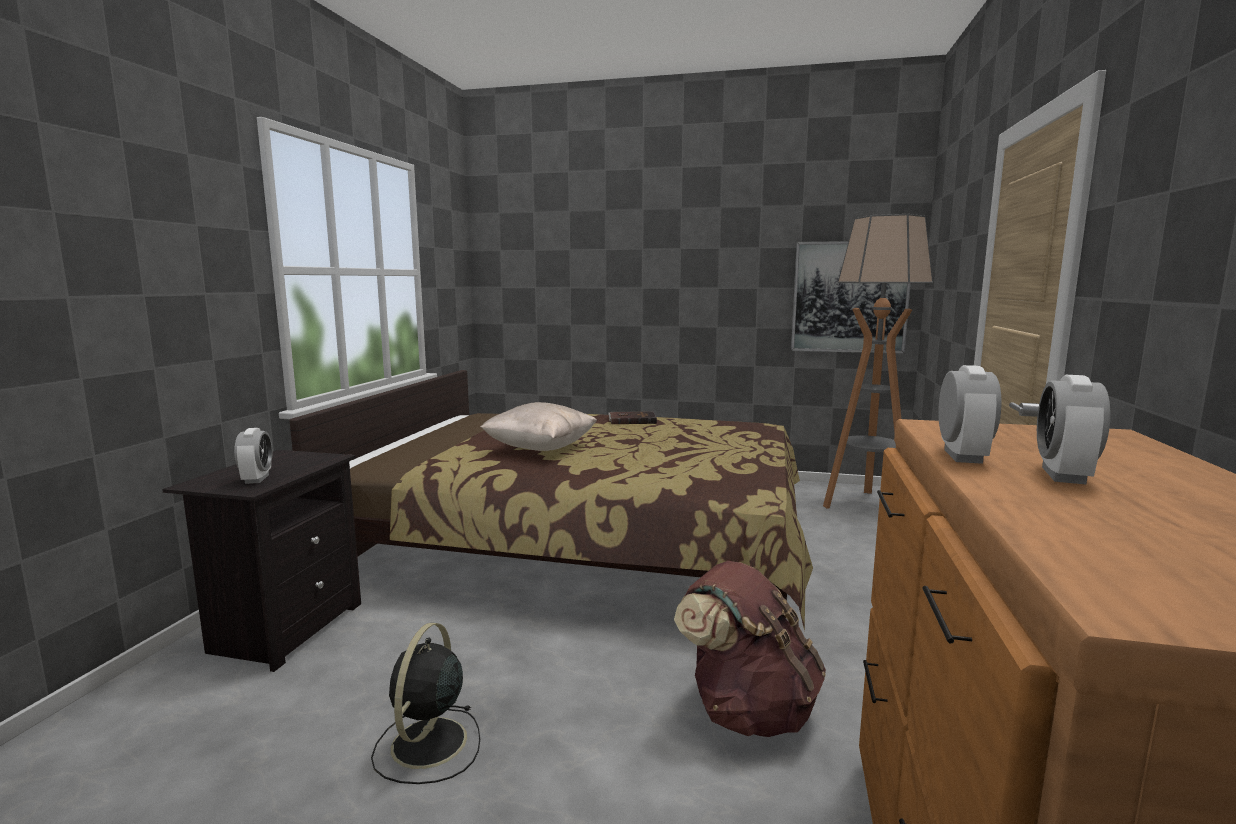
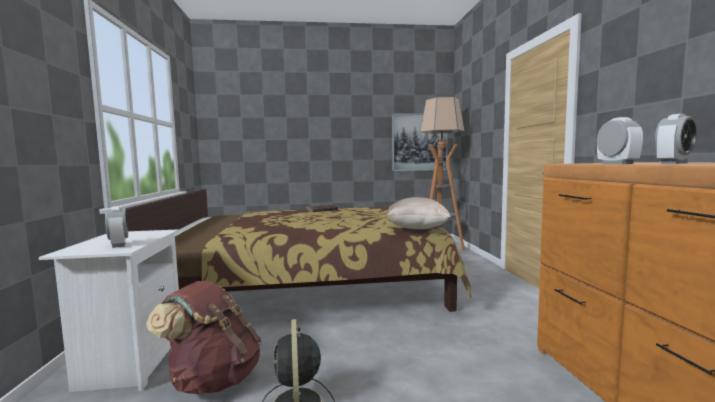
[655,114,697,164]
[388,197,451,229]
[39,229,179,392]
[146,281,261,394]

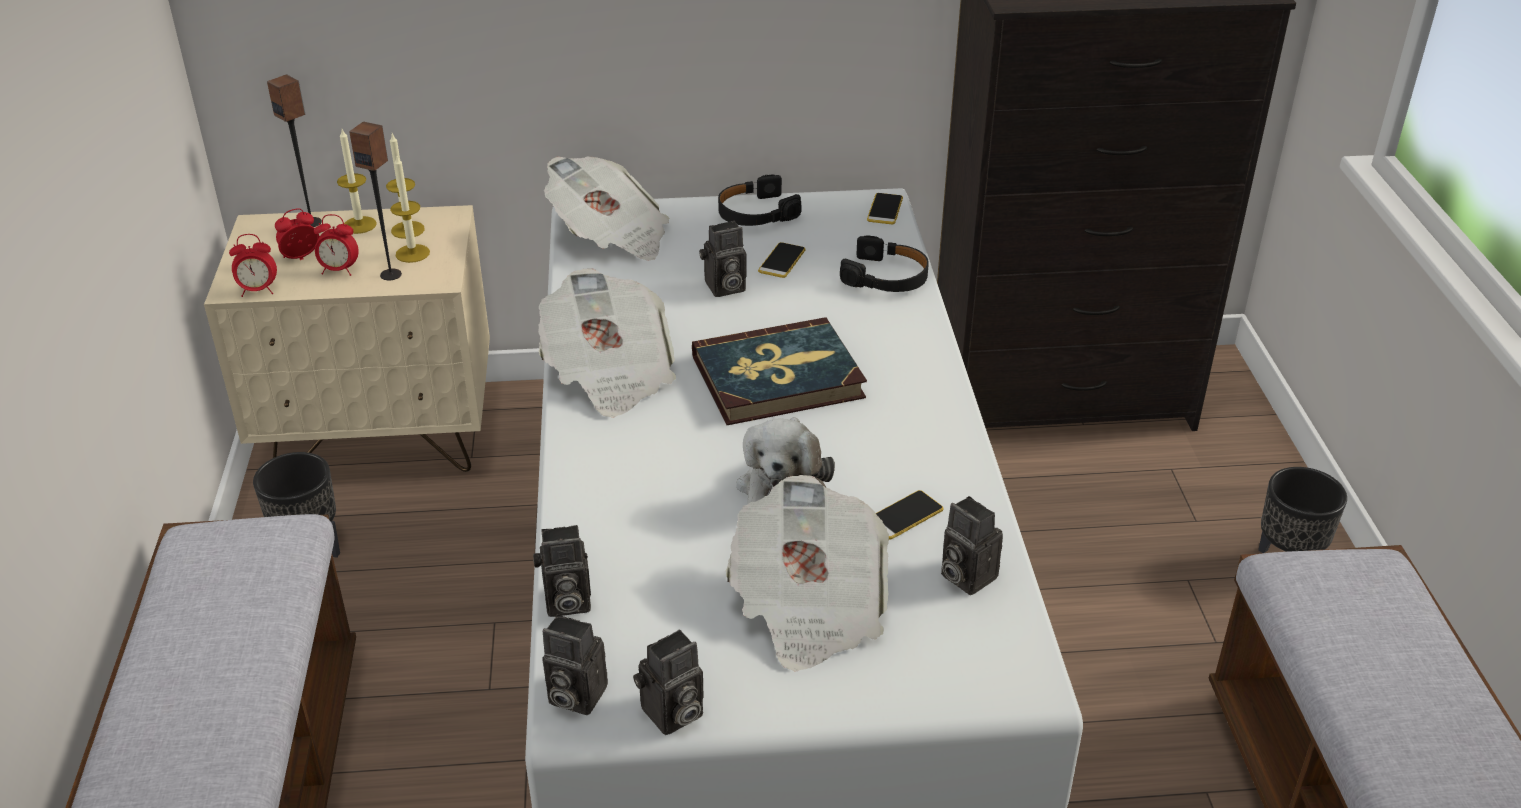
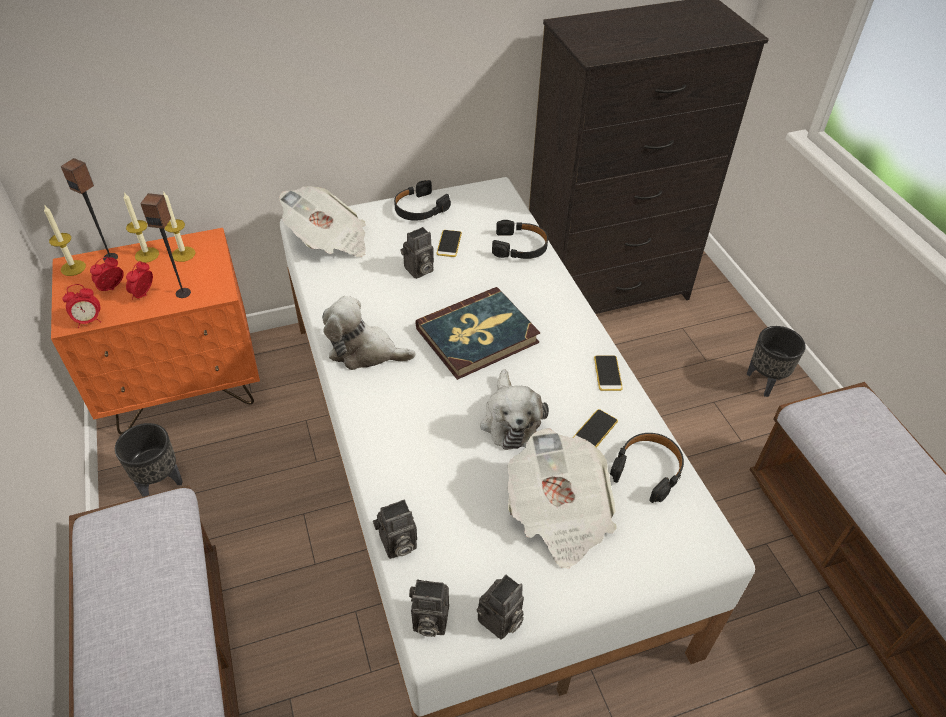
[44,206,86,276]
[594,355,623,391]
[51,228,260,435]
[126,261,153,300]
[322,296,416,370]
[610,433,684,503]

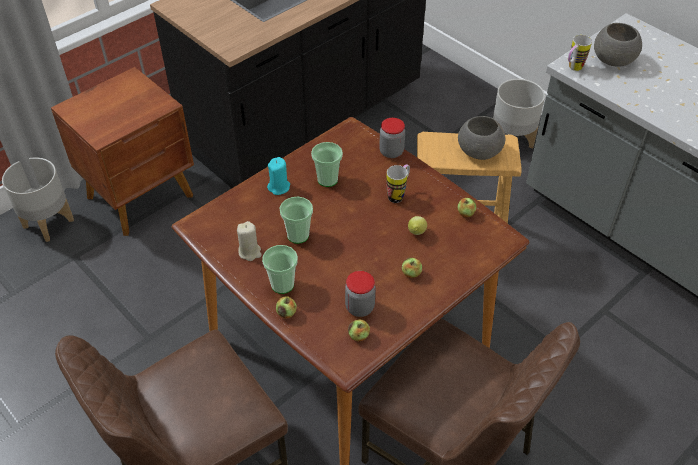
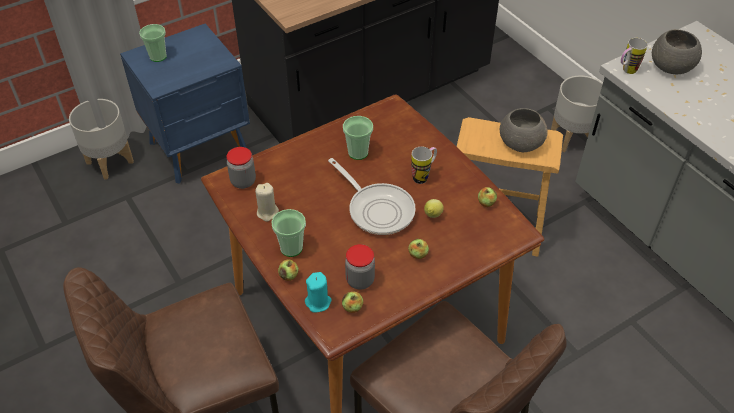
[120,23,250,184]
[227,147,256,189]
[305,272,332,312]
[139,24,167,62]
[328,158,416,235]

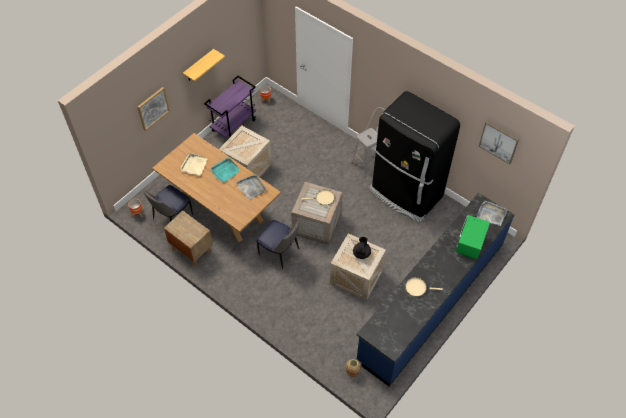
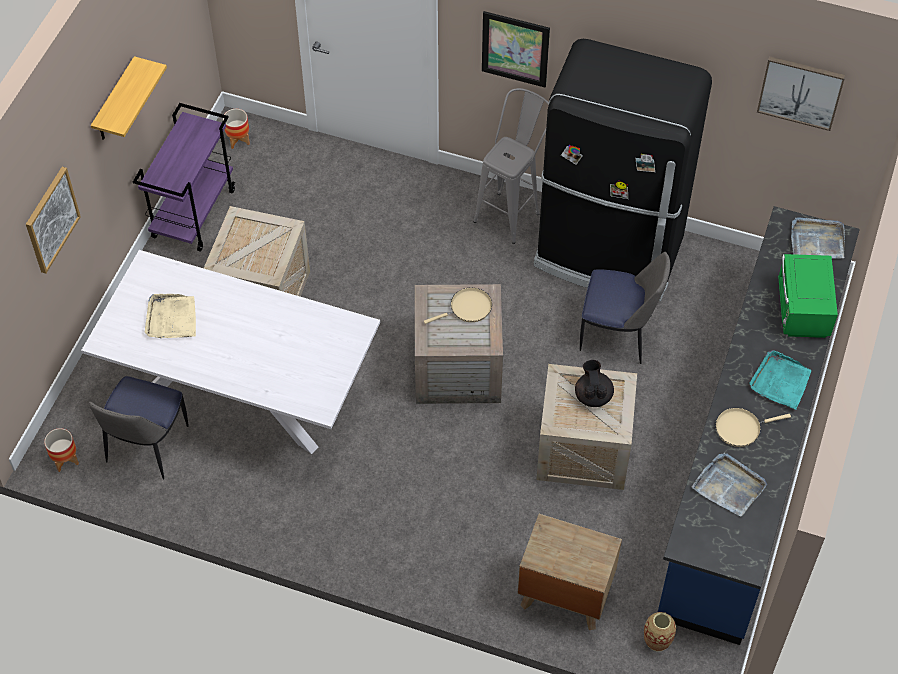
[81,250,380,454]
[749,350,811,410]
[692,453,767,517]
[517,514,622,630]
[580,252,670,364]
[482,11,550,87]

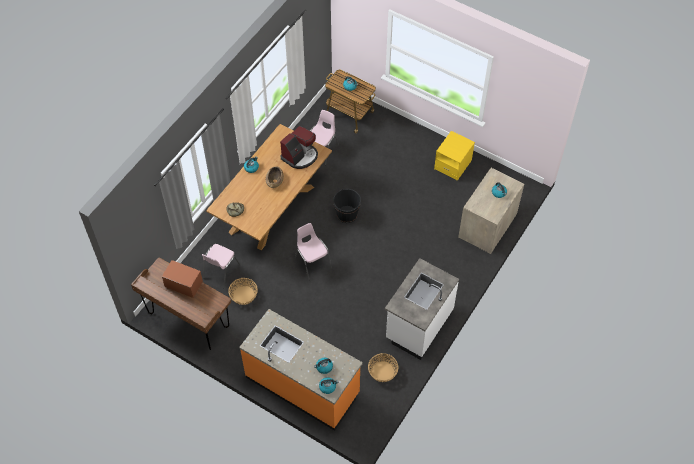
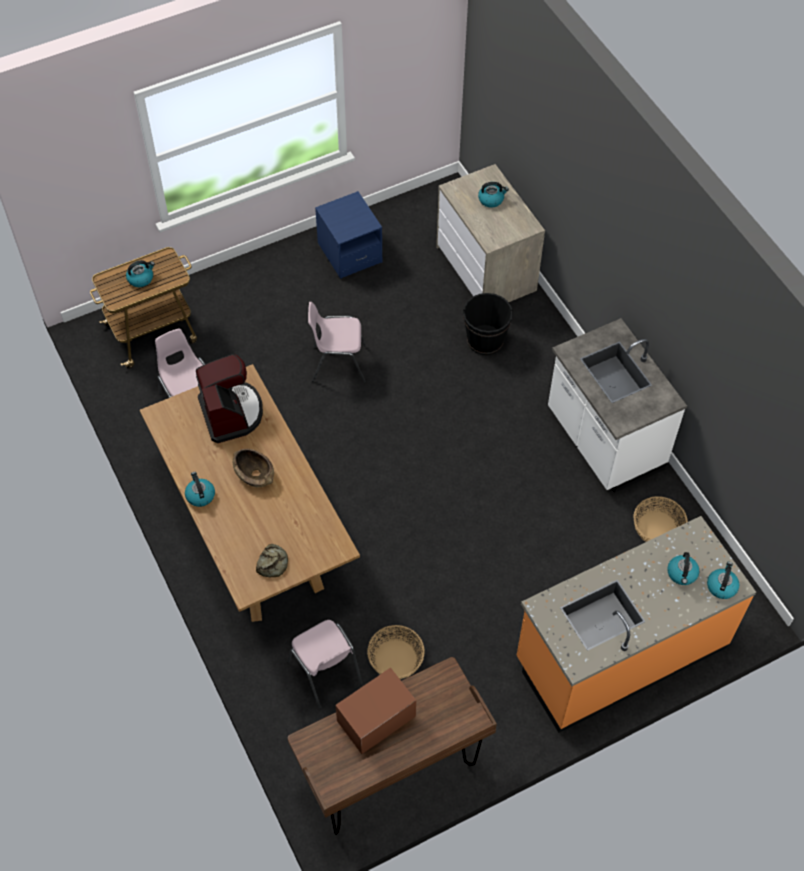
[315,191,382,279]
[463,293,513,355]
[308,302,366,383]

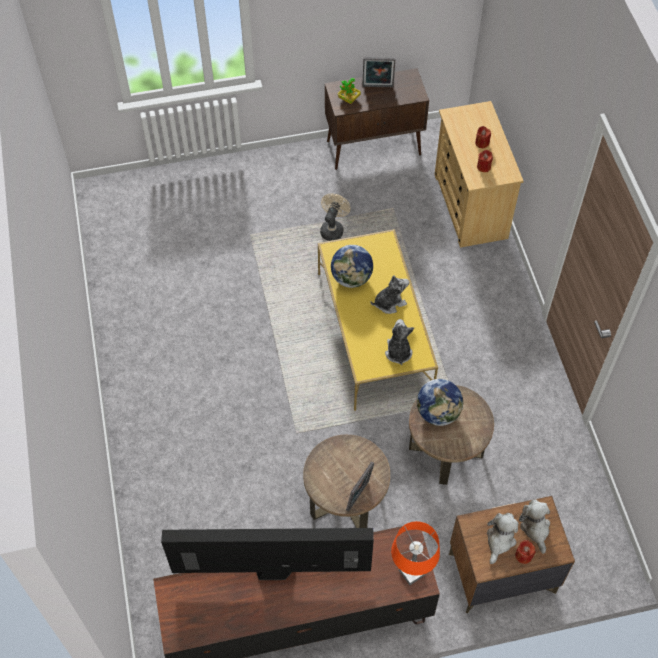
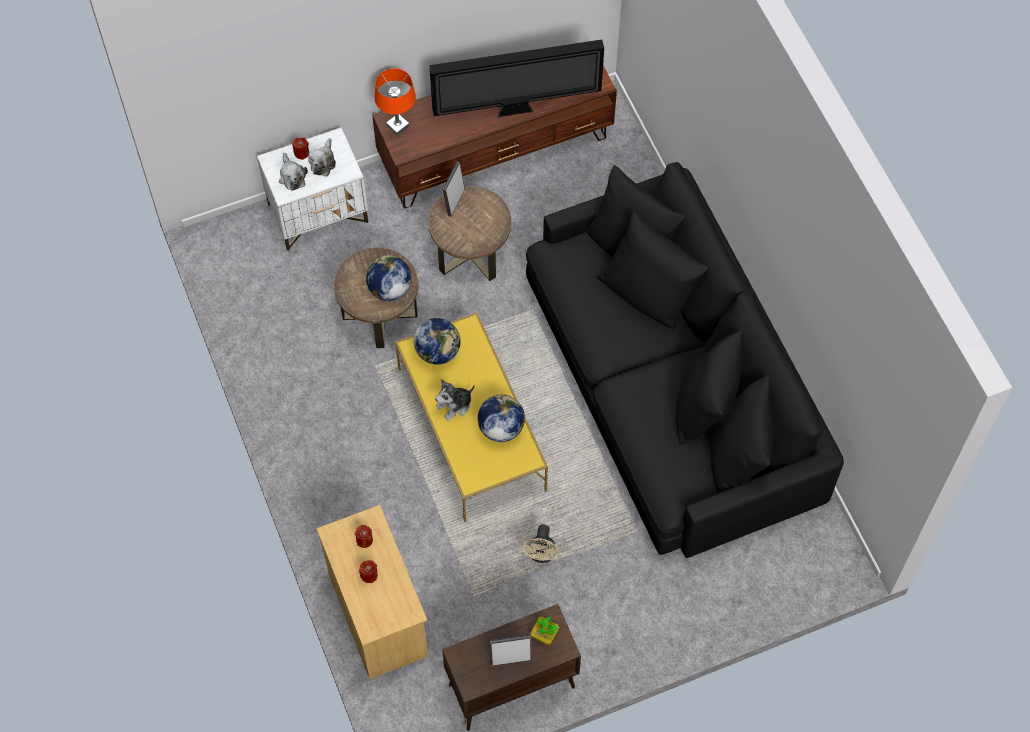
[414,318,461,365]
[257,127,368,251]
[526,162,844,558]

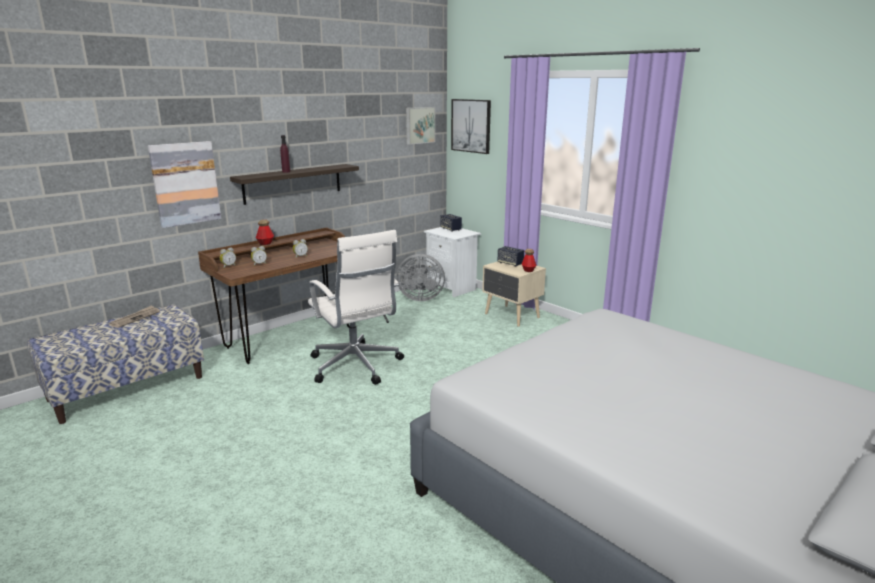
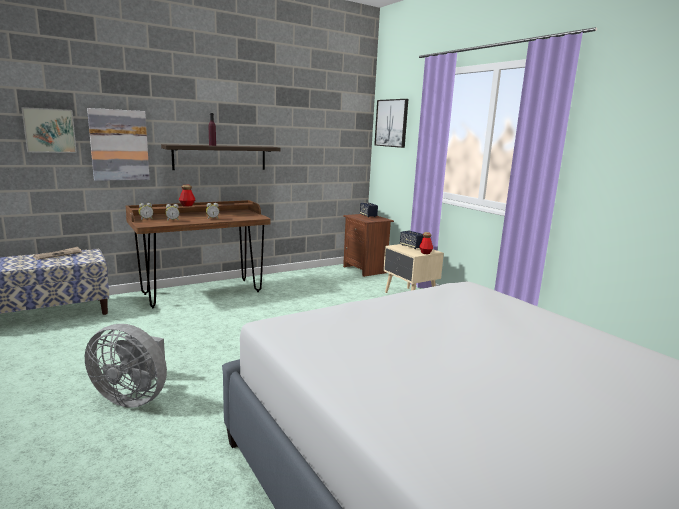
[21,107,77,153]
[343,214,394,277]
[308,230,404,385] (first image)
[85,324,167,408]

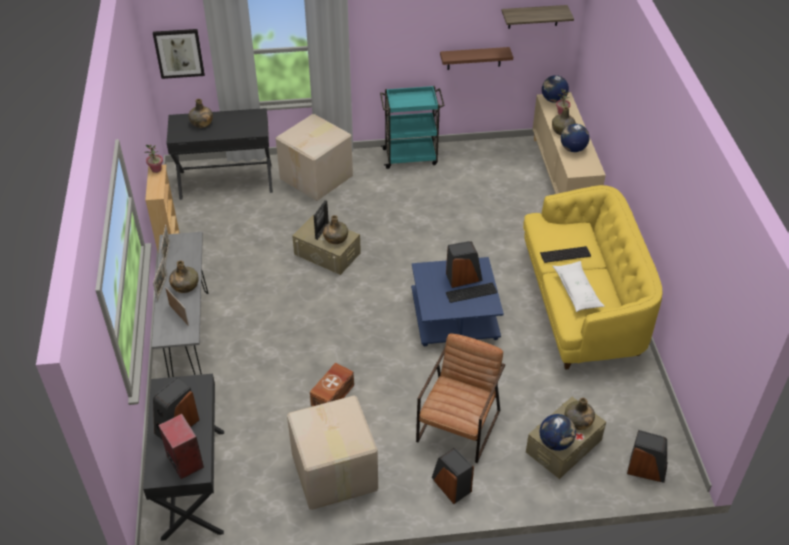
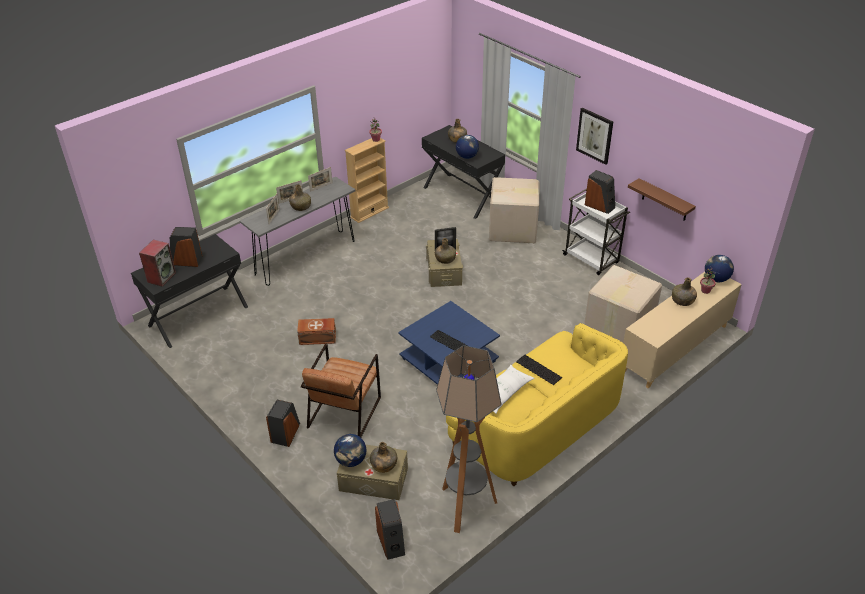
[501,5,574,29] (first image)
[576,108,613,165]
[562,189,630,275]
[456,135,479,159]
[585,170,615,214]
[301,343,381,438]
[584,265,662,343]
[436,345,502,533]

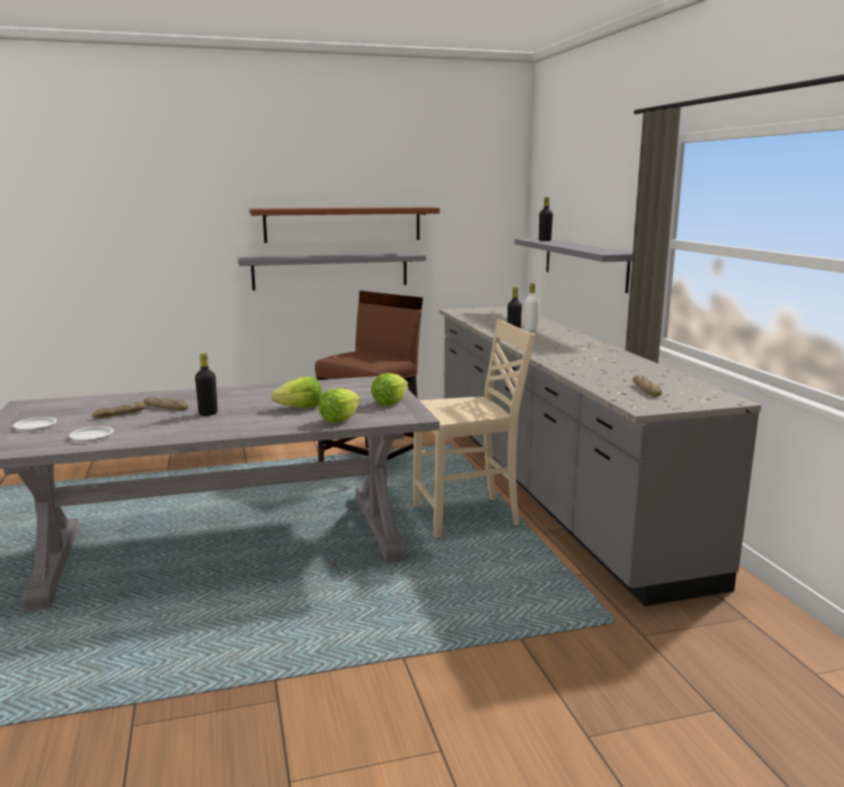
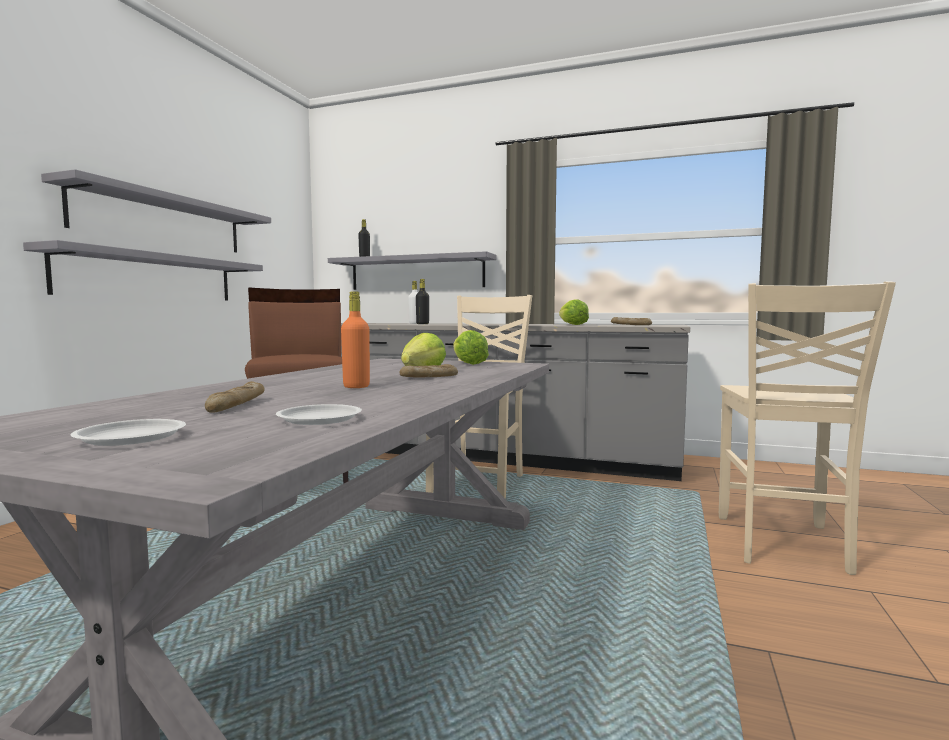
[41,169,271,253]
[341,291,370,388]
[559,299,589,325]
[399,364,458,377]
[719,281,896,575]

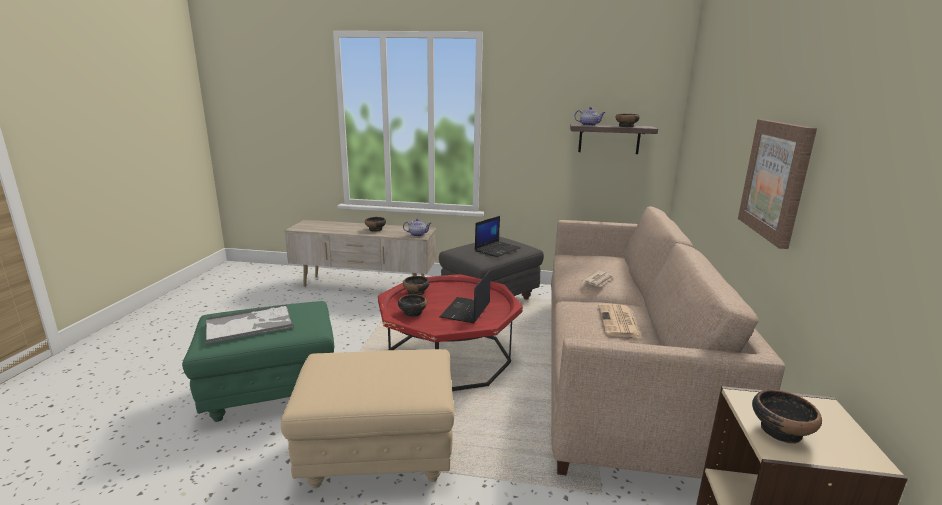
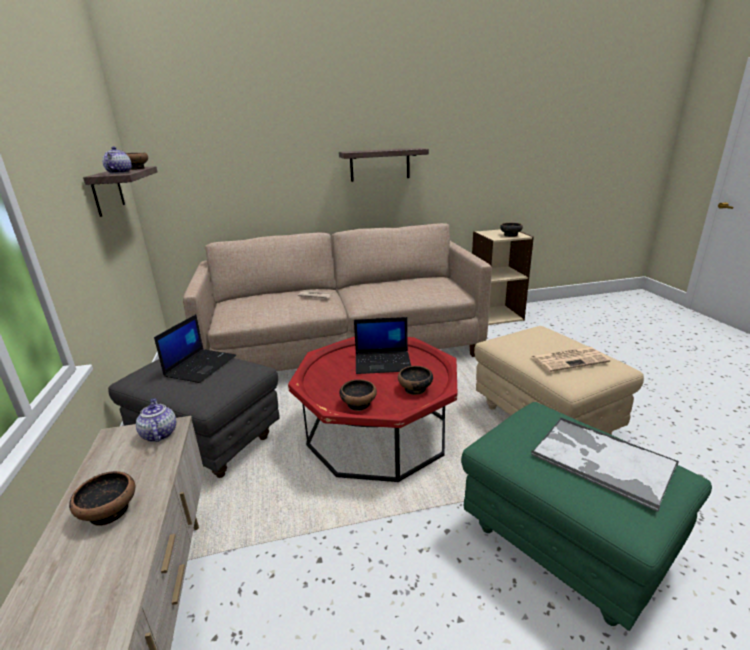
[339,148,429,182]
[154,314,236,383]
[531,347,610,372]

